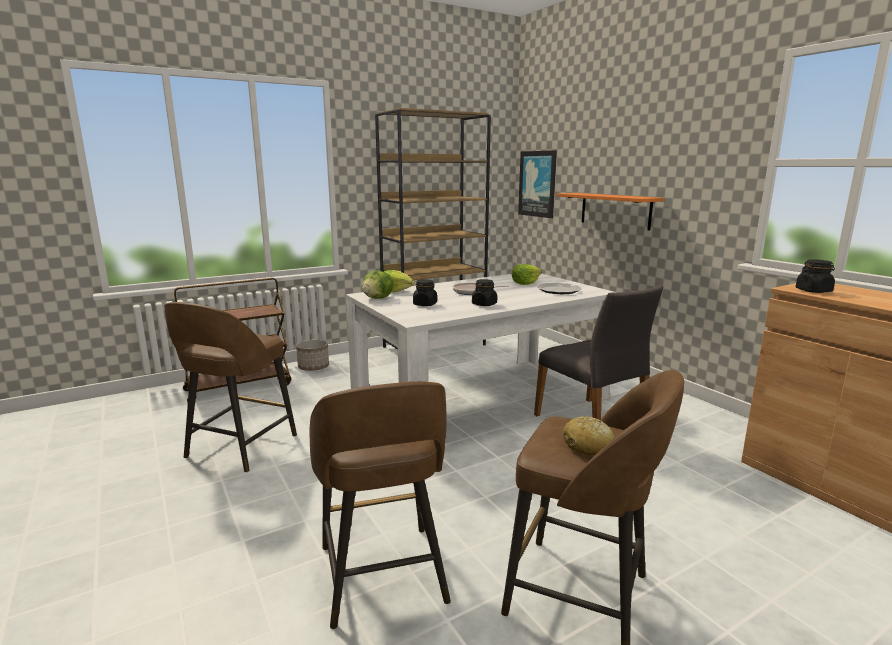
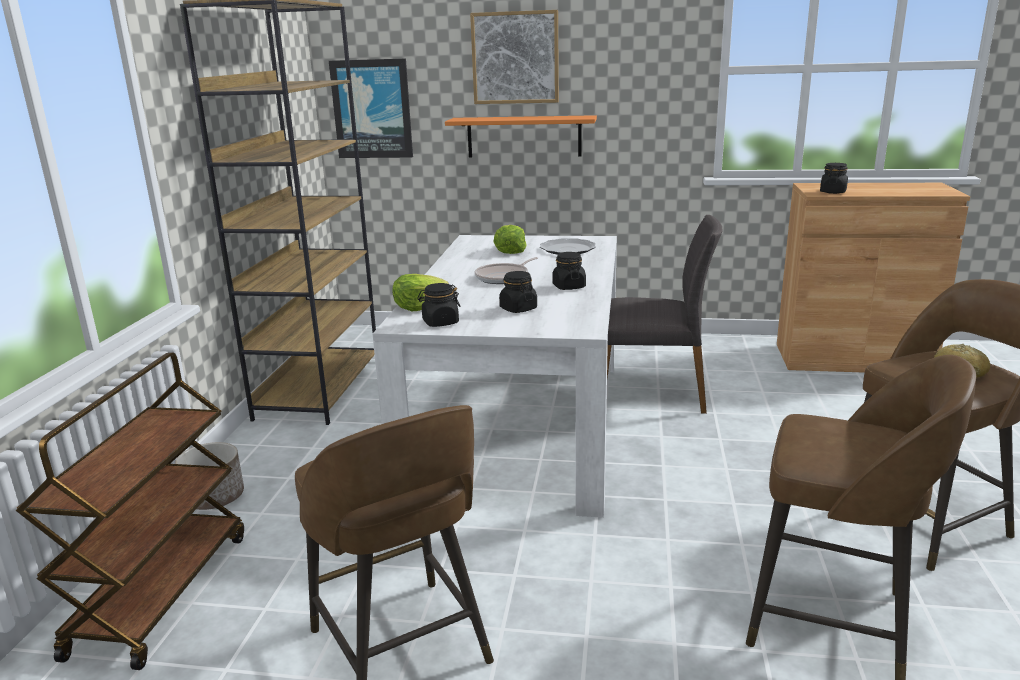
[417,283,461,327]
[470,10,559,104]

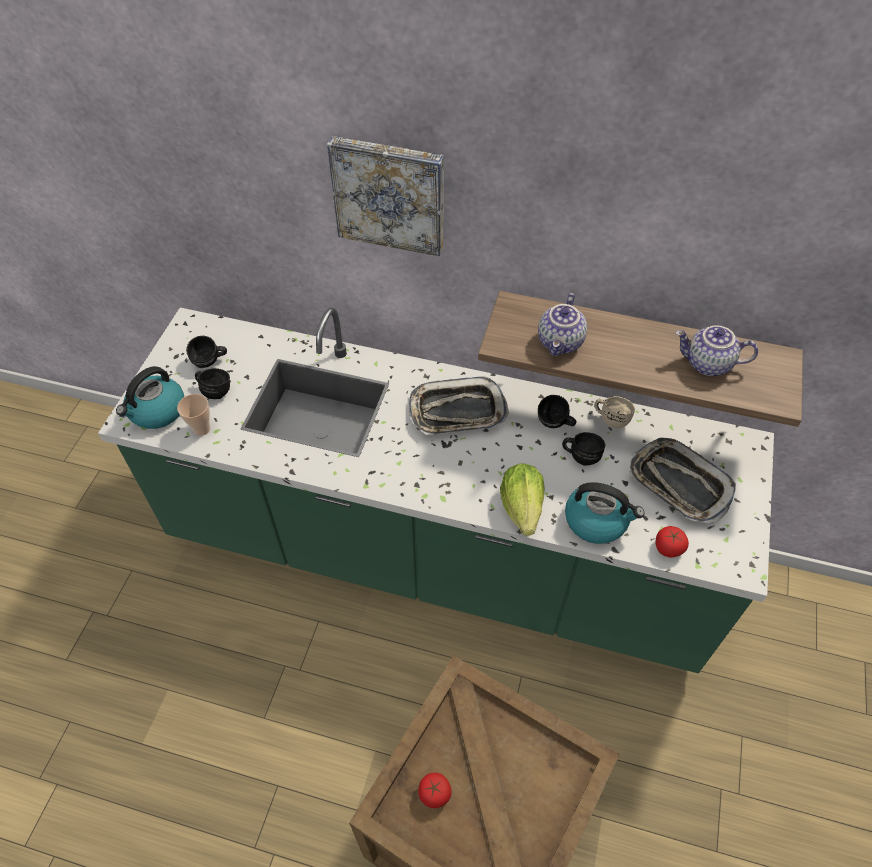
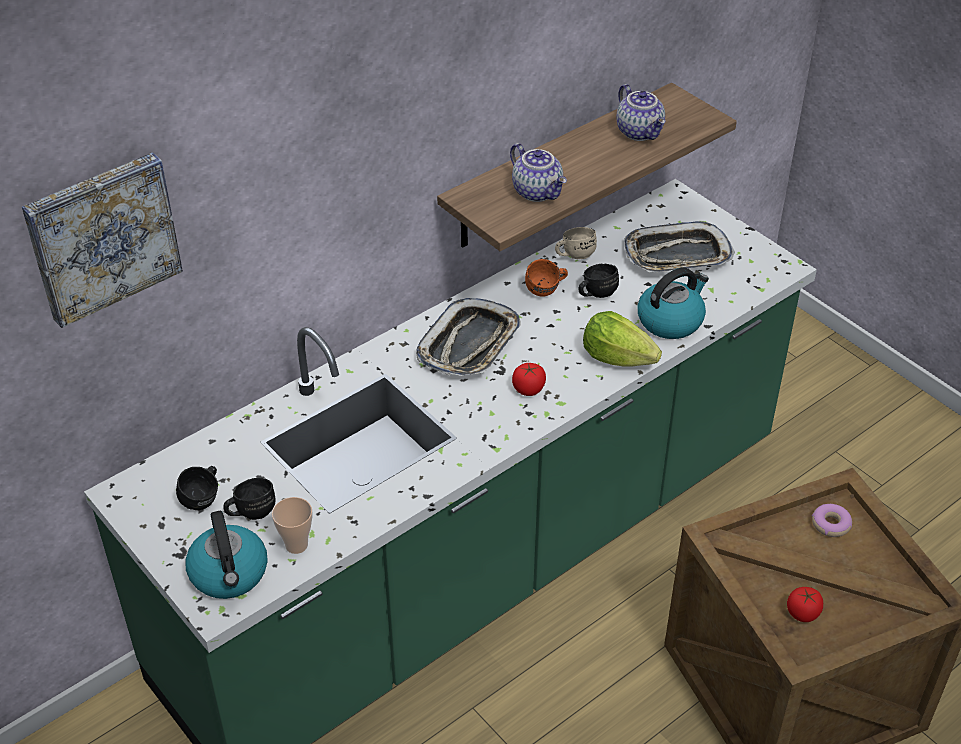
[22,152,183,328]
[616,84,665,141]
[525,259,568,297]
[512,363,546,396]
[812,504,852,537]

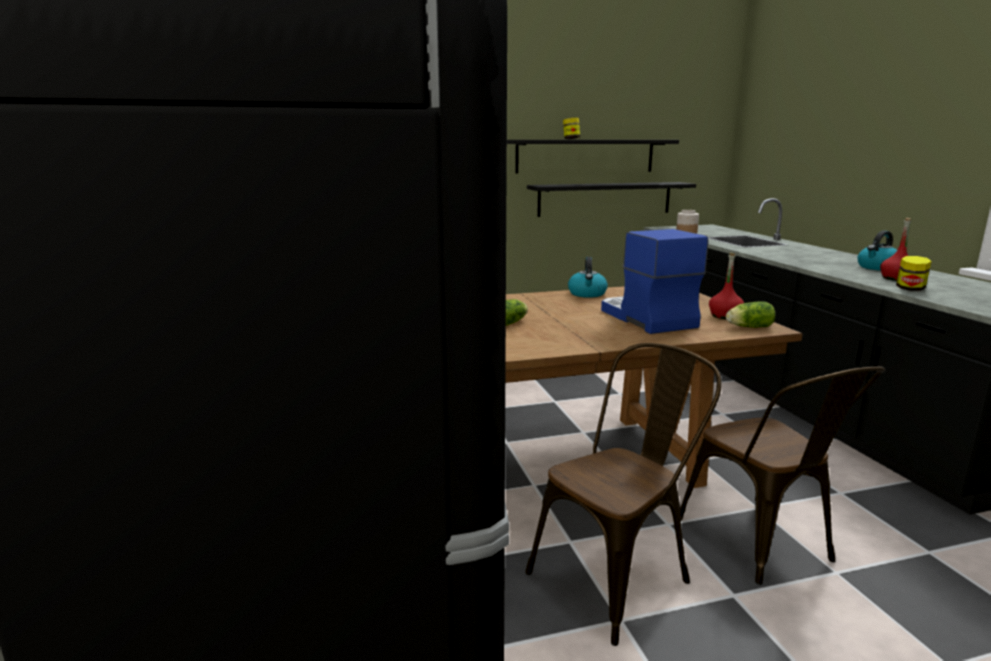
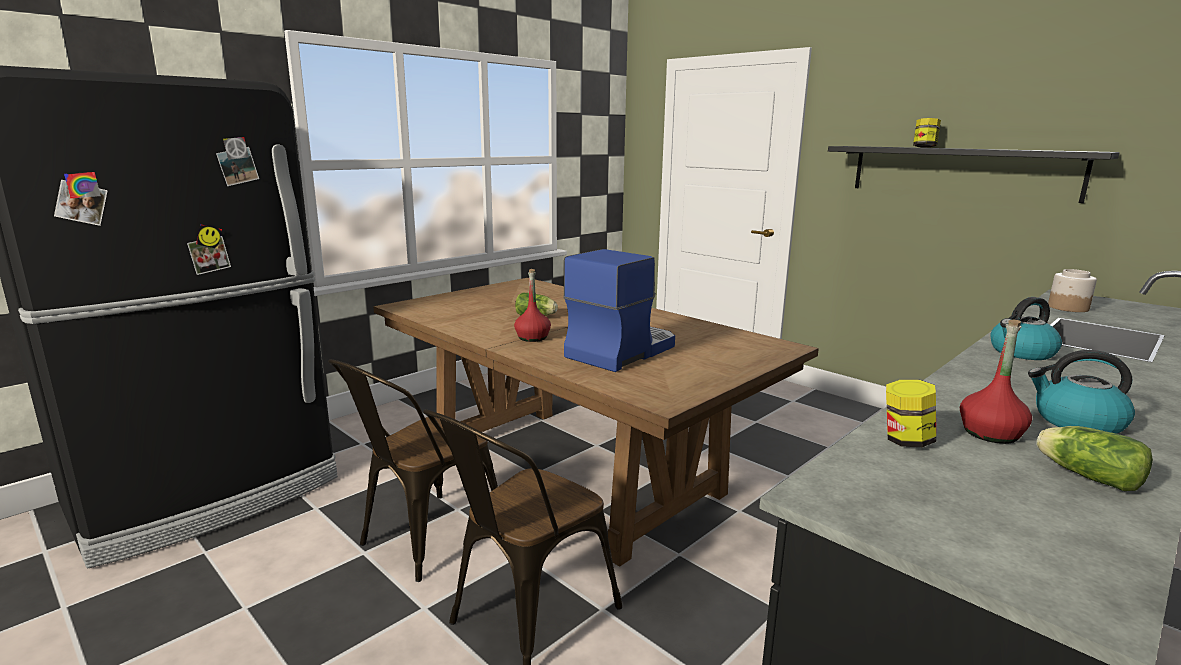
[527,182,696,217] (first image)
[514,269,551,342]
[990,297,1062,360]
[1036,426,1153,491]
[328,359,498,582]

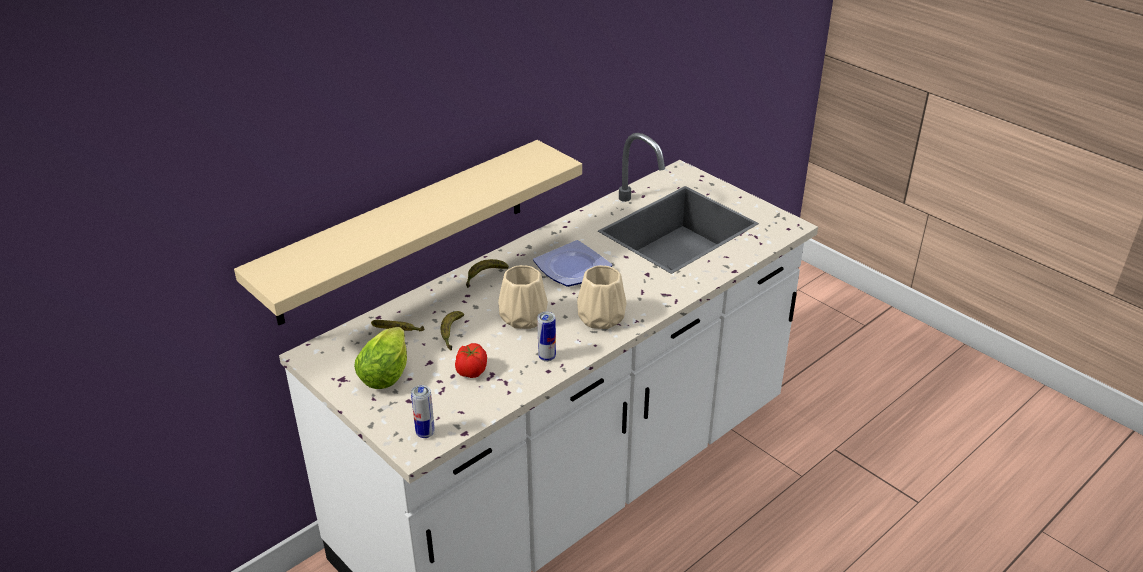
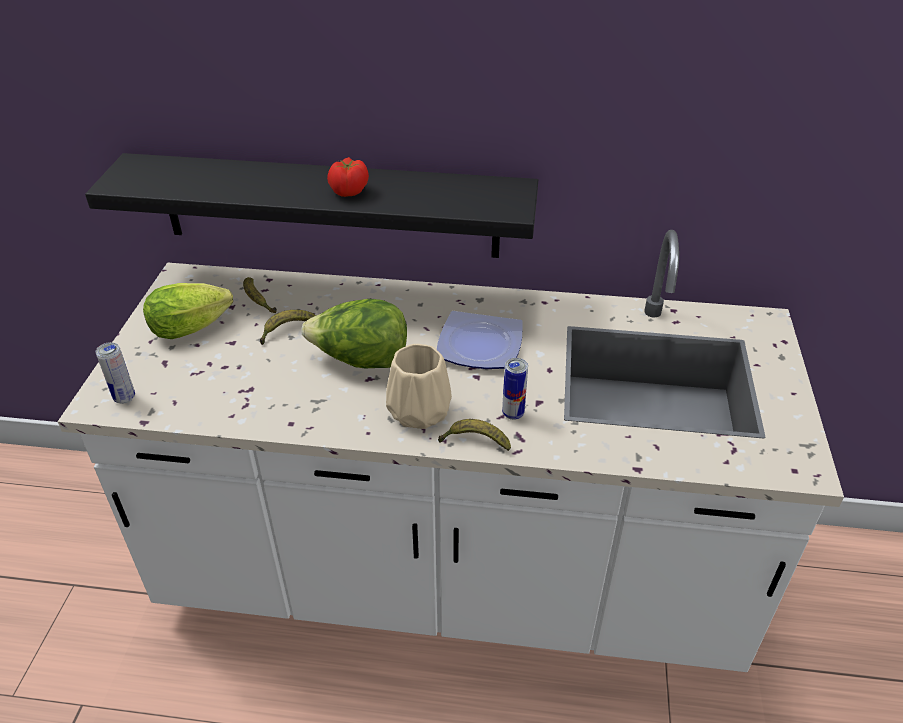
[85,153,538,258]
[438,419,511,451]
[301,299,407,369]
[502,358,528,420]
[327,157,369,197]

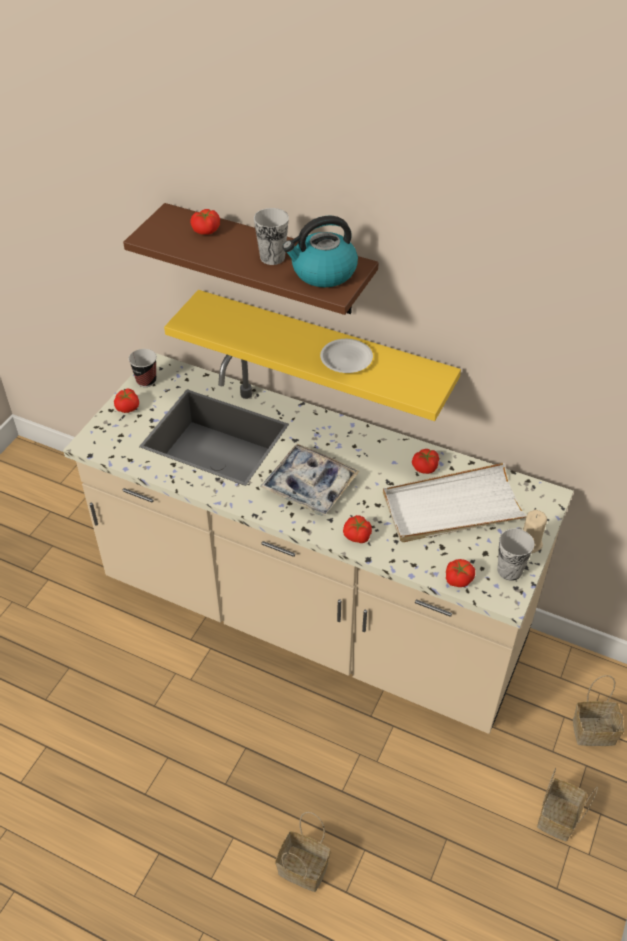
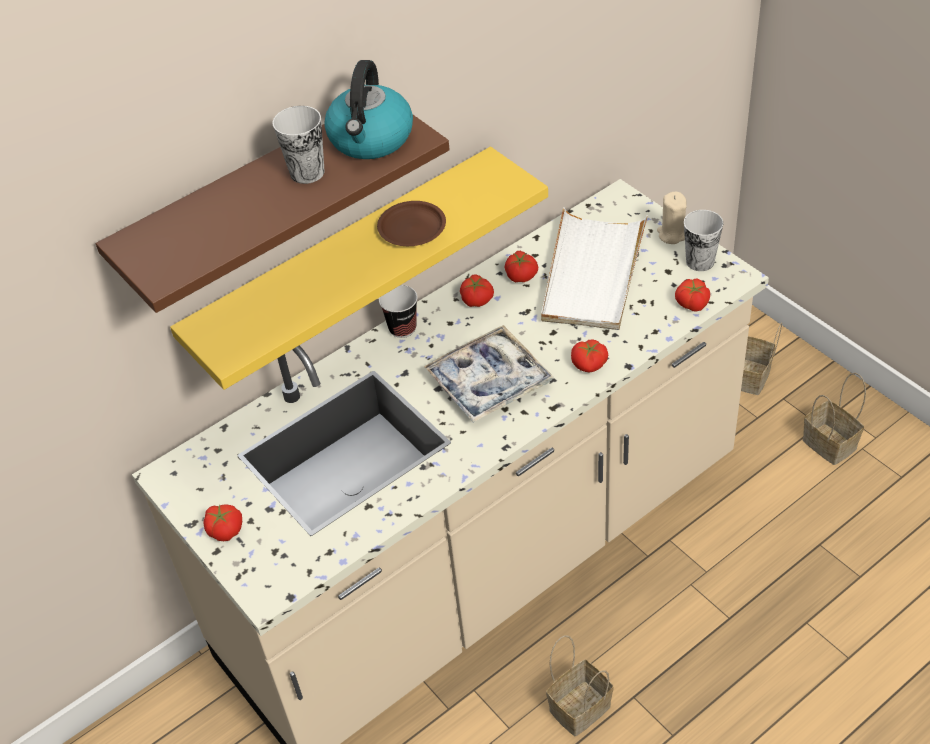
[460,274,494,307]
[377,201,446,246]
[379,285,418,338]
[546,635,614,736]

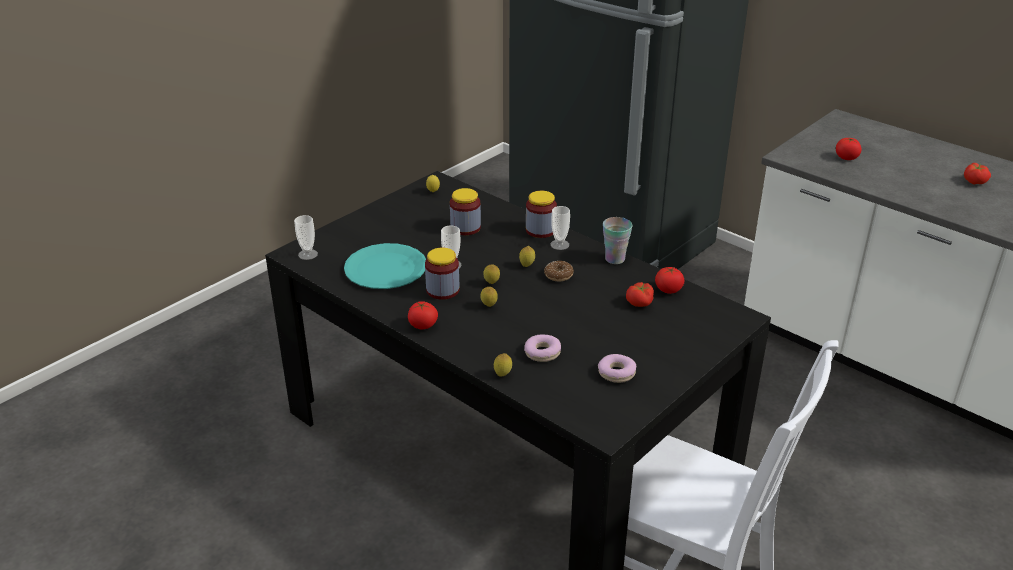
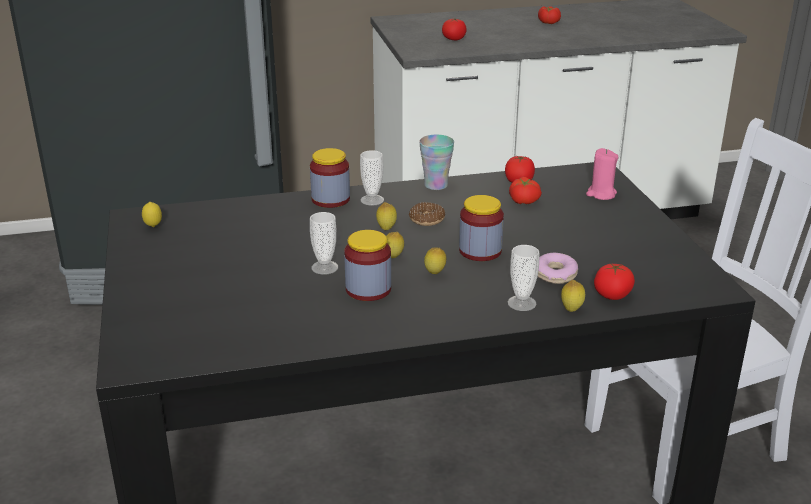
[459,195,504,261]
[508,245,540,311]
[344,243,426,289] (first image)
[594,263,635,300]
[598,354,636,383] (first image)
[586,148,618,200]

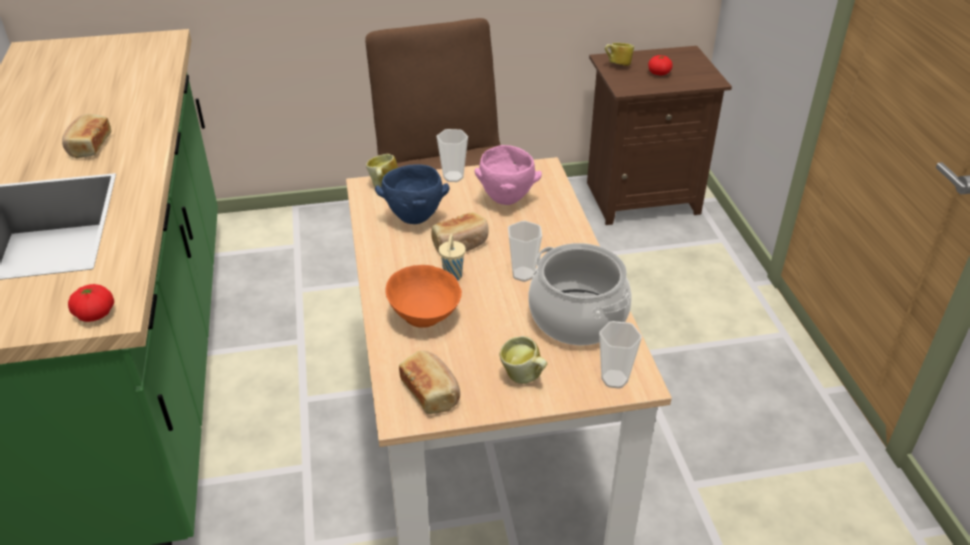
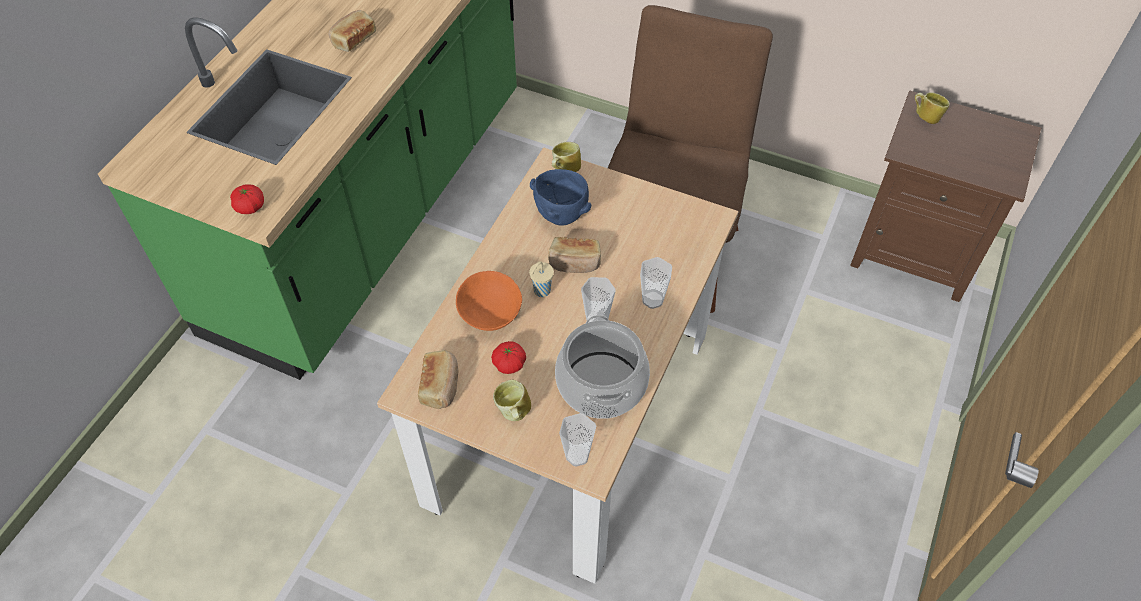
[491,341,526,374]
[640,257,672,309]
[475,145,542,205] (first image)

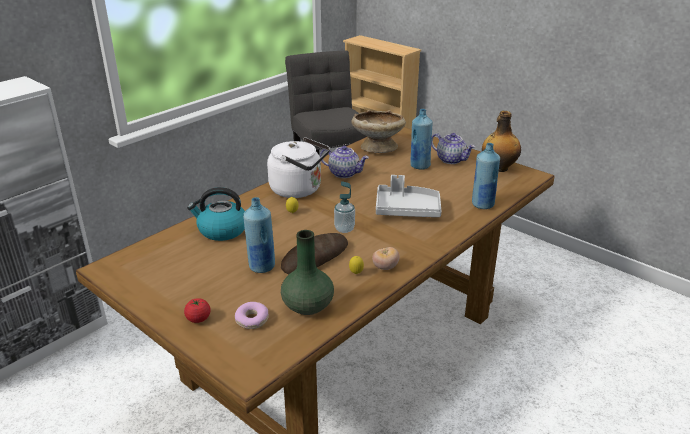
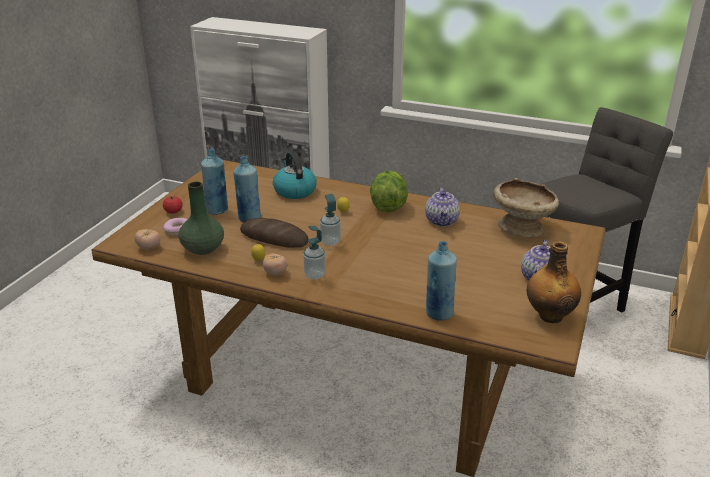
[201,149,228,215]
[370,171,408,212]
[376,175,442,217] (first image)
[303,226,326,280]
[134,229,161,250]

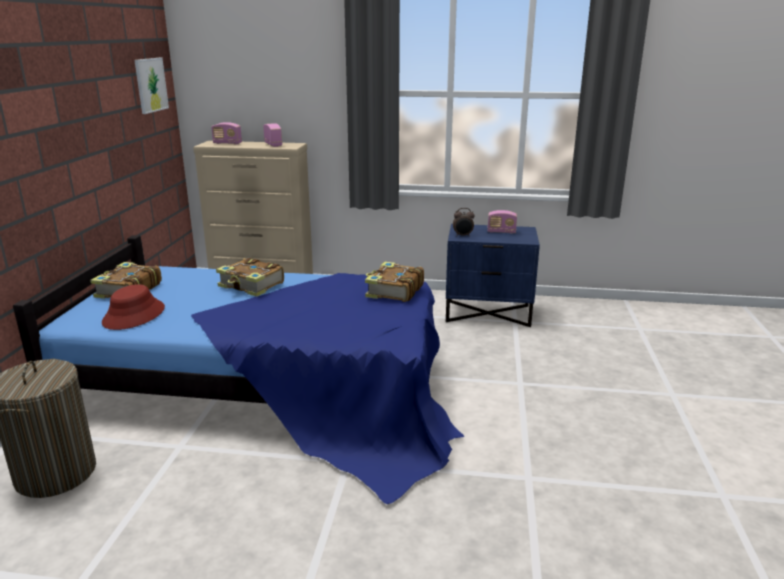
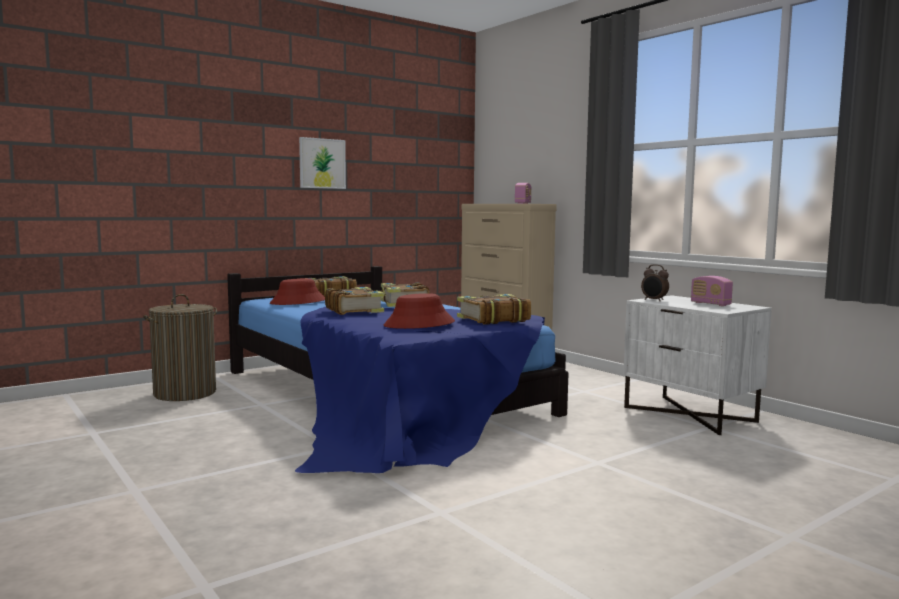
[299,137,346,189]
[211,122,242,144] (first image)
[623,295,771,435]
[325,287,385,315]
[383,293,455,329]

